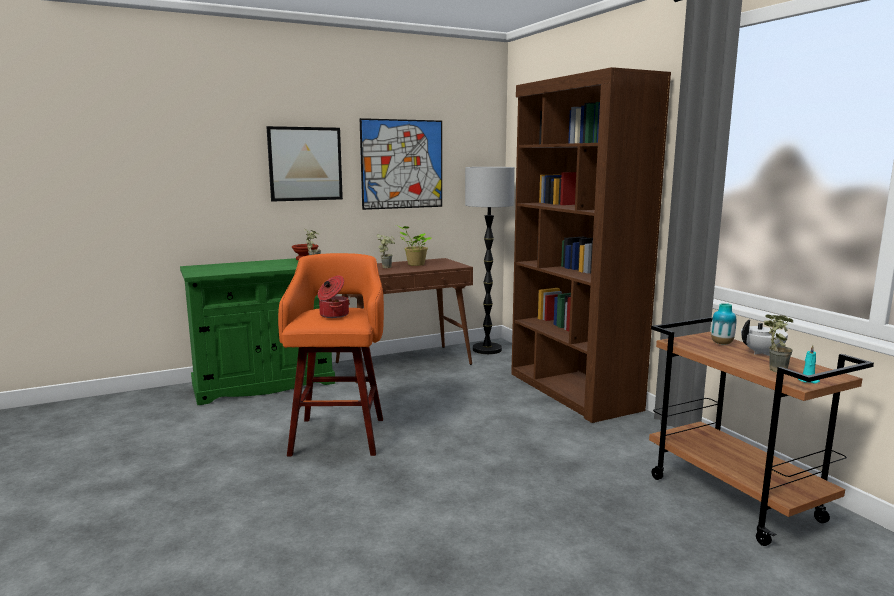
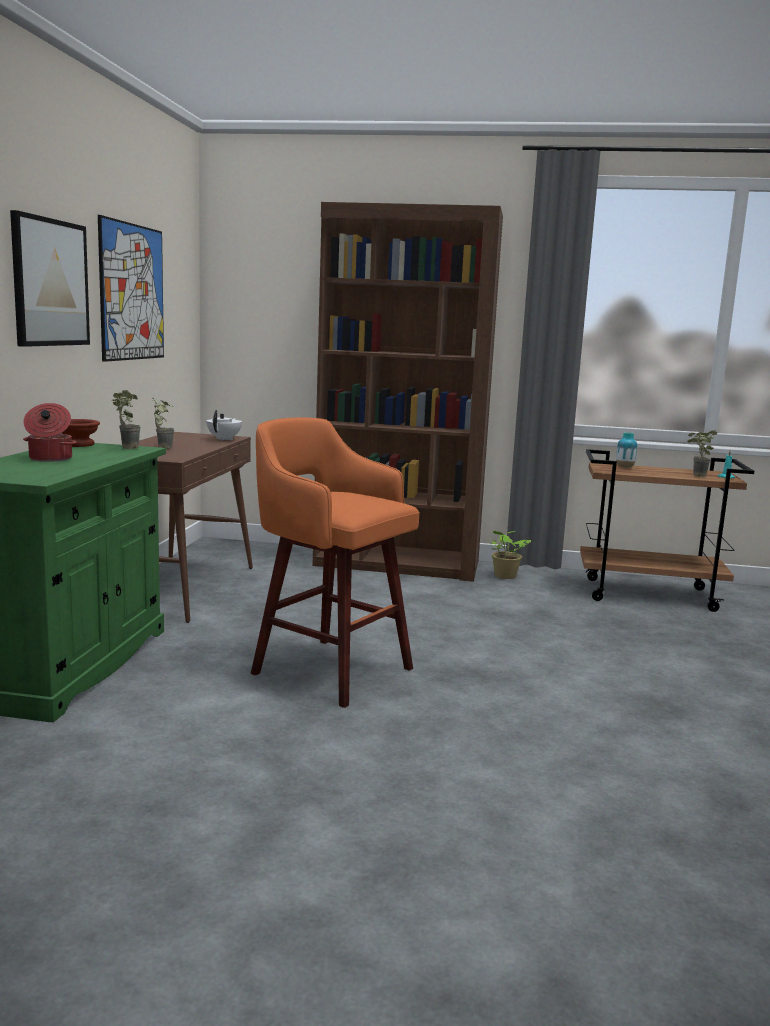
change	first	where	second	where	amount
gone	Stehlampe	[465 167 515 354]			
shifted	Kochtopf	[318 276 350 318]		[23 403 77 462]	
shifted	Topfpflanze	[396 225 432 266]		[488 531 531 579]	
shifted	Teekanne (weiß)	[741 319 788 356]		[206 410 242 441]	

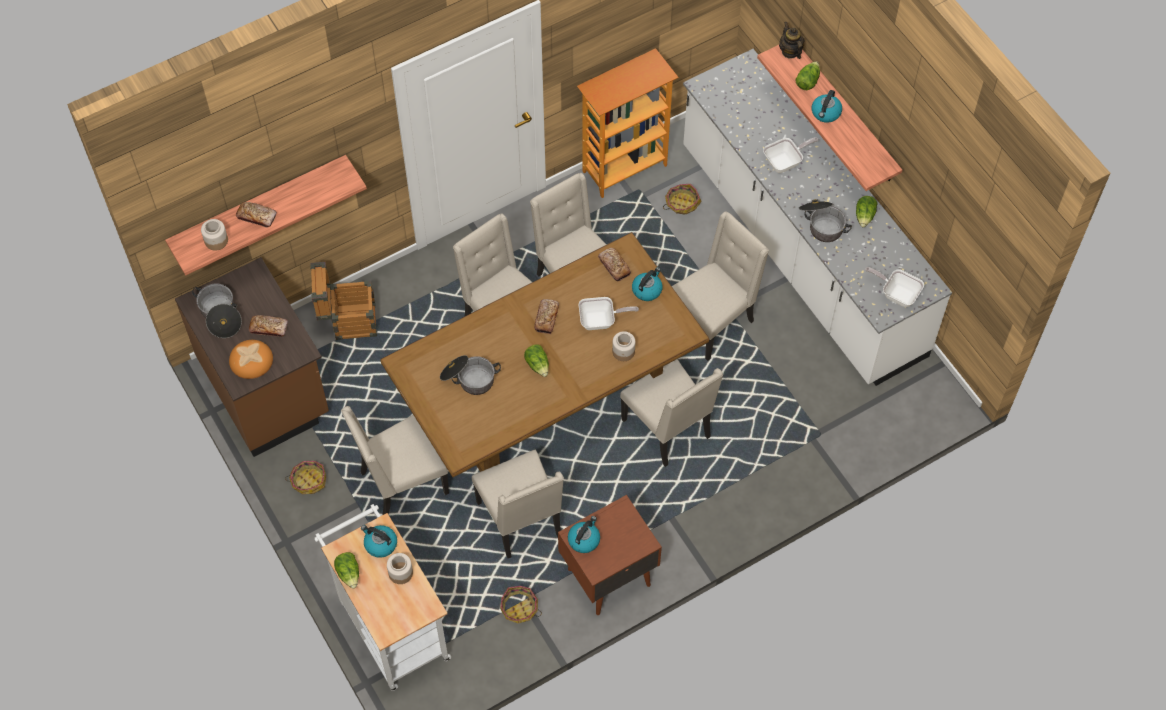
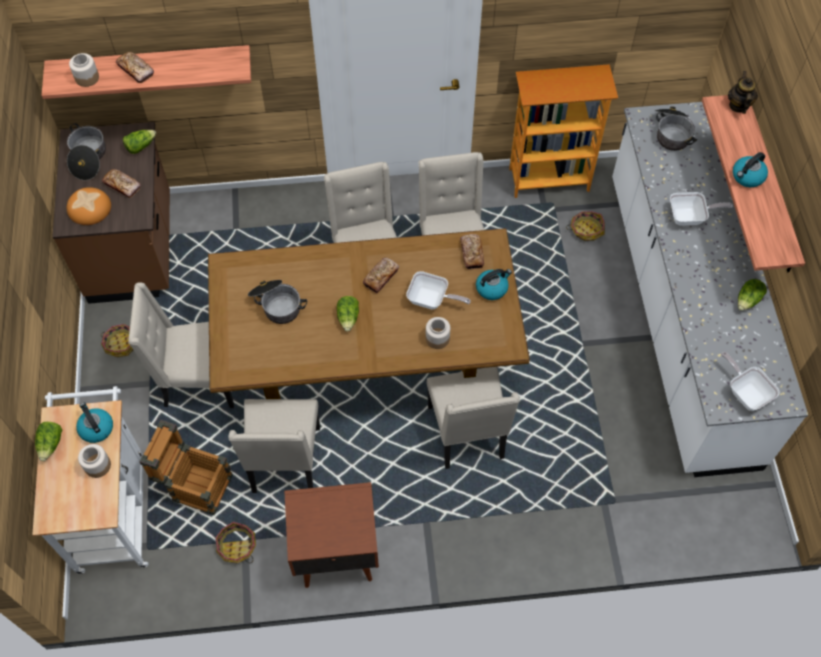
change	first	where	second	where	amount
gone	Wasserkessel	[568 516 600 553]			
gone	Stuhl (beige)	[672 211 769 361]			
shifted	Kiste	[310 262 377 340]		[139 420 233 515]	
shifted	Salatkopf	[796 61 820 90]		[123 130 156 154]	
shifted	Kochtopf	[799 199 852 242]		[655 106 697 151]	

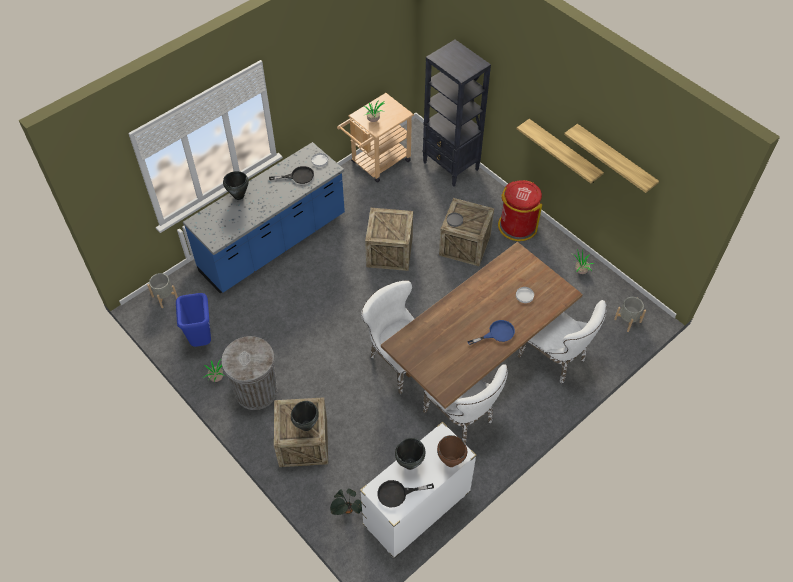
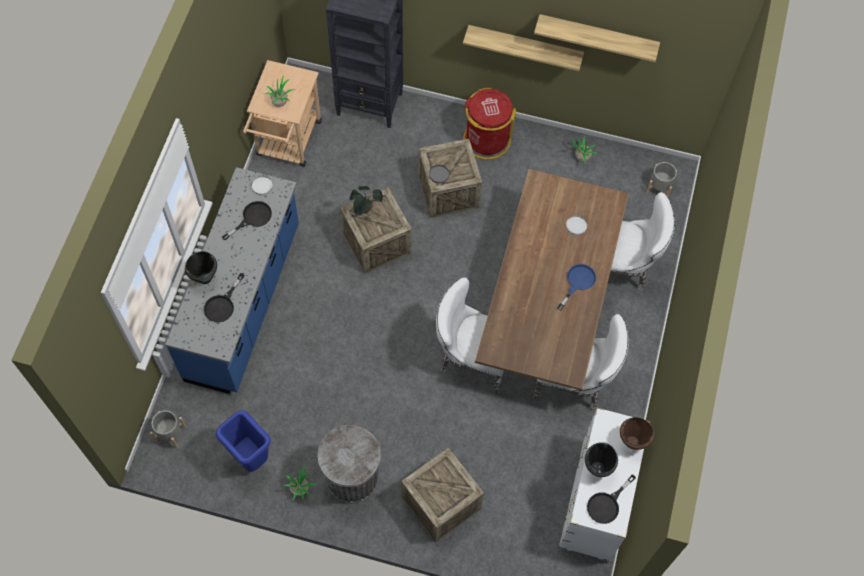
change	first	where	second	where	amount
gone	Kochtopf (schwarz)	[291 401 319 431]			
new			Pfanne (schwarz)	[204 273 244 322]	
shifted	Topfpflanze	[330 489 362 515]		[350 186 383 216]	

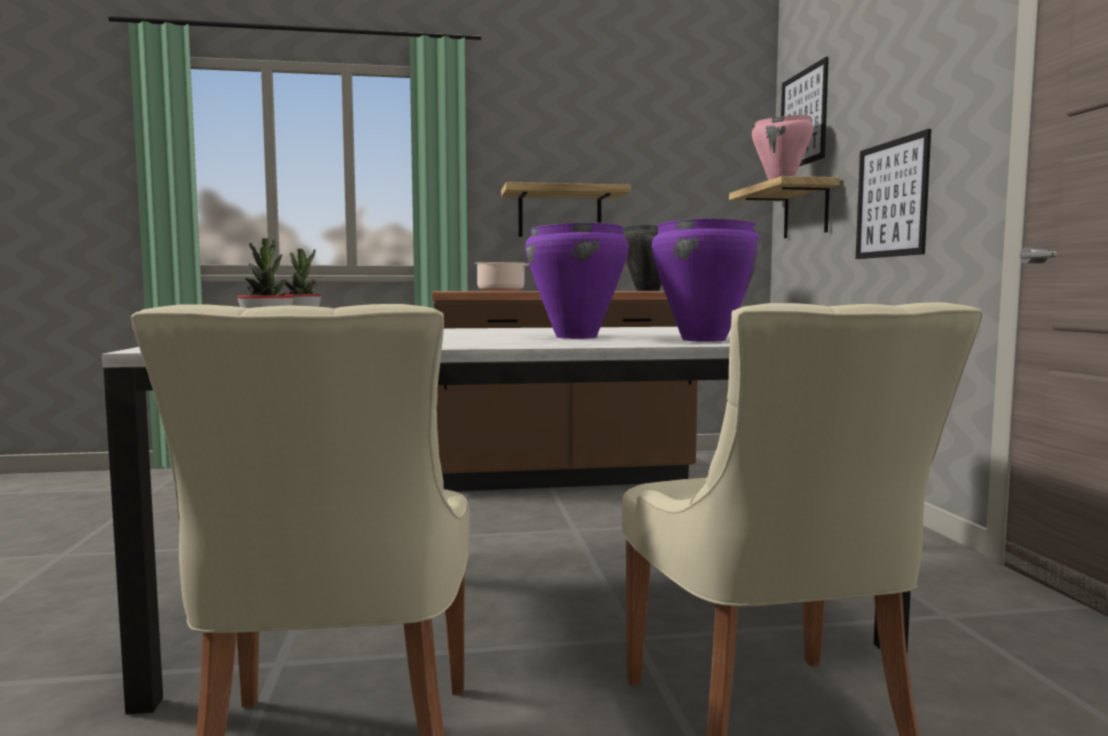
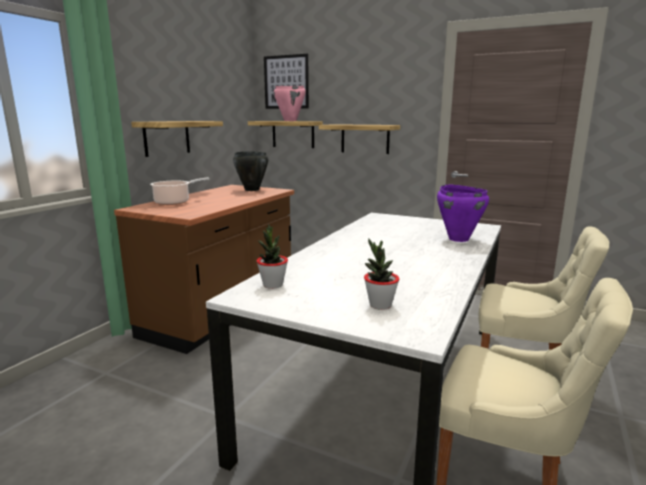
change	first	where	second	where	amount
gone	Kochtopf (lila)	[525 222 629 339]			
swapped	Bild	[856 129 931 259]	Wandregal	[319 124 400 154]	

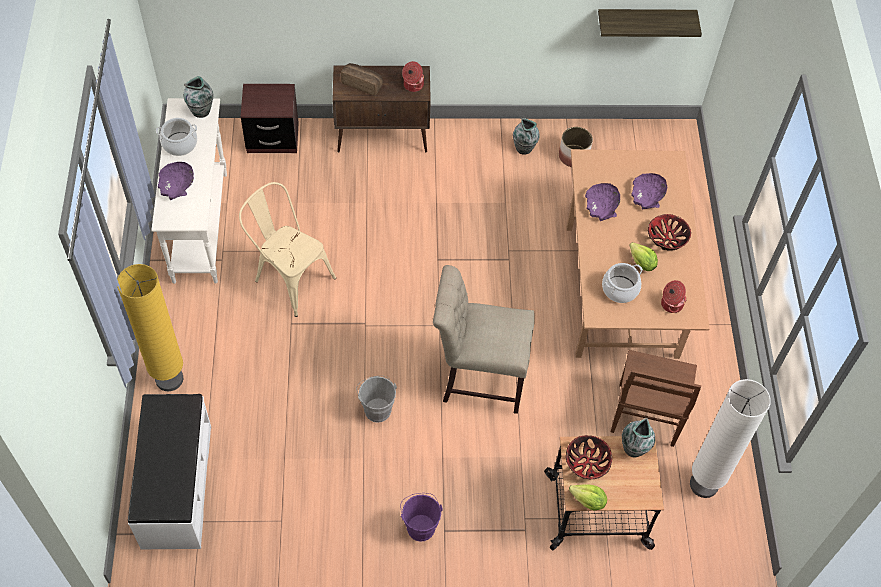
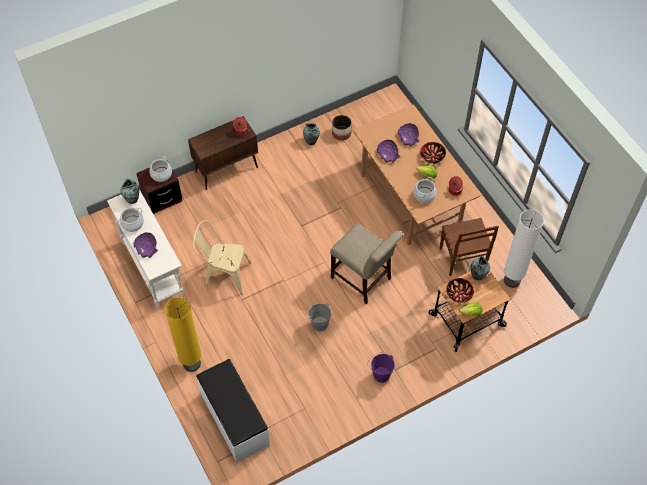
change	first	where	second	where	amount
gone	Brot	[341 63 383 96]			
gone	Wandregal	[598 9 702 37]			
new			Kochtopf	[149 157 172 182]	
rotated	Stuhl (beige)	[433 265 535 414]		[330 223 403 304]	120 degrees counterclockwise

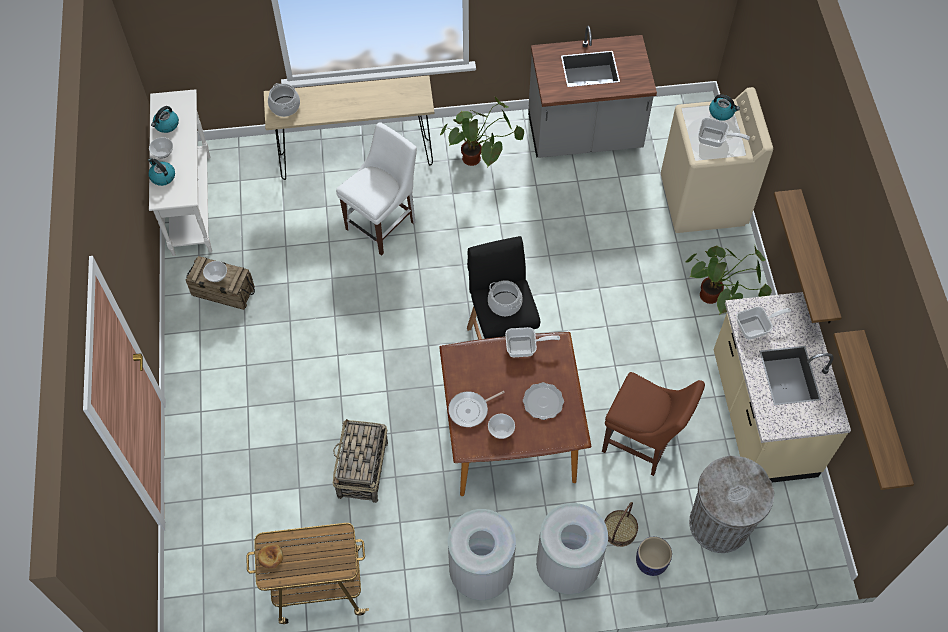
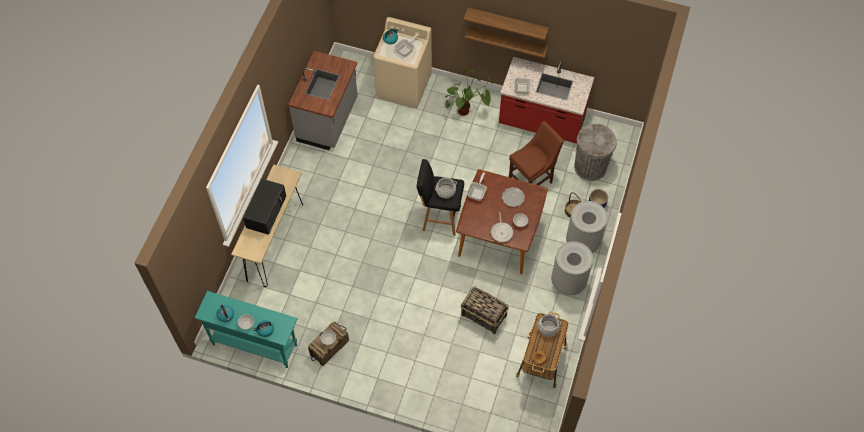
change	first	where	second	where	amount
gone	Stuhl (weiß)	[336 122 417 256]			
gone	Topfpflanze	[440 97 524 167]			
new			Mikrowelle (schwarz)	[243 179 286 235]	
shifted	Kochtopf	[268 83 300 117]		[537 314 562 337]	
shifted	Wandregal	[833 330 914 490]		[463 7 549 41]	
repainted	Konsolentisch (weiß)	[149 89 212 256]	Konsolentisch (türkis)	[194 291 298 368]	
repainted	Küchenzeile (beige)	[714 292 851 483]	Küchenzeile (rot)	[499 57 594 143]	

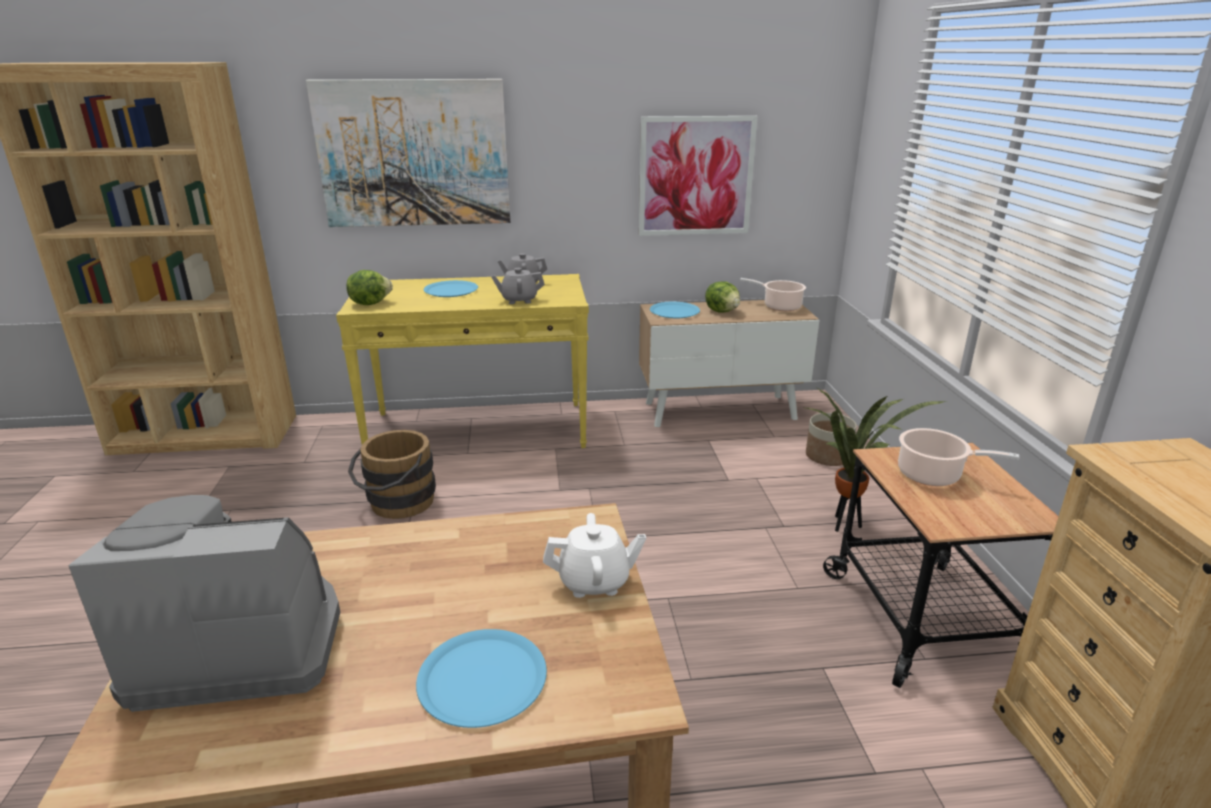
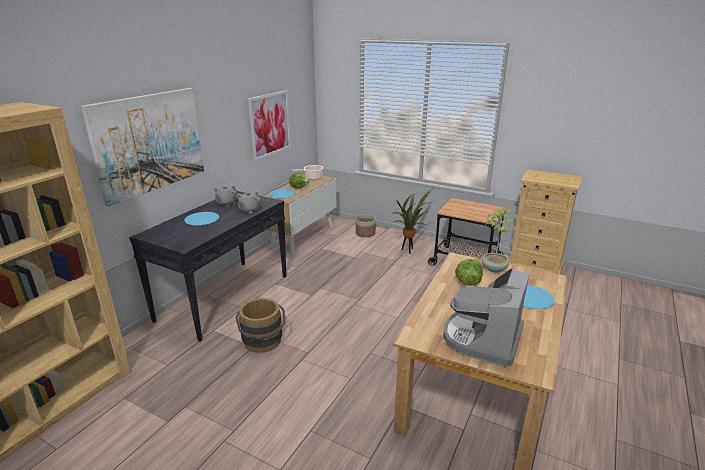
change	first	where	second	where	amount
gone	Kochtopf	[898 428 1019 486]			
shifted	Salatkopf	[346 270 393 305]		[455 259 483 286]	
swapped	Teekanne (weiß)	[543 513 646 598]	Topfpflanze	[482 208 520 273]	
repainted	Konsolentisch (gelb)	[336 274 589 448]	Konsolentisch (schwarz)	[129 191 287 342]	

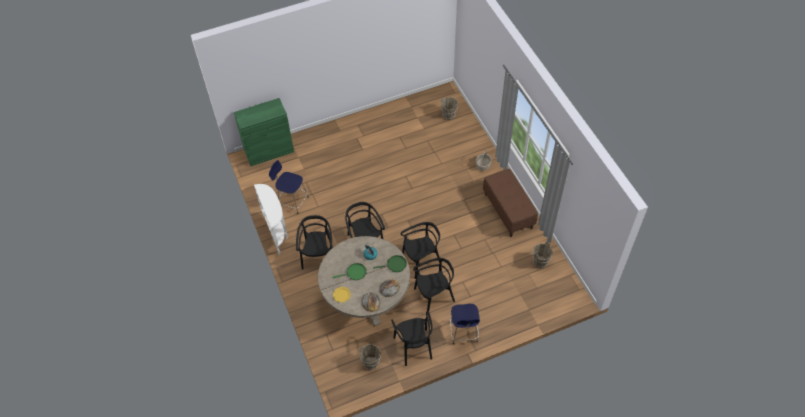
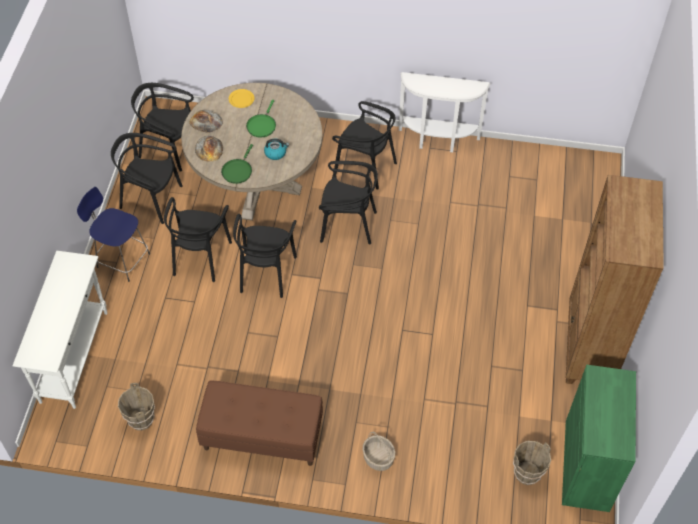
change	first	where	second	where	amount
gone	Hocker (blau)	[269 160 308 214]			
new			Konsolentisch (weiß)	[13 251 108 409]	
new			Bücherregal (braun)	[566 175 664 384]	
shifted	Schrank (grün)	[234 98 294 166]		[562 365 636 512]	
swapped	Eimer (braun)	[360 344 381 370]	Stuhl (schwarz)	[131 83 194 172]	

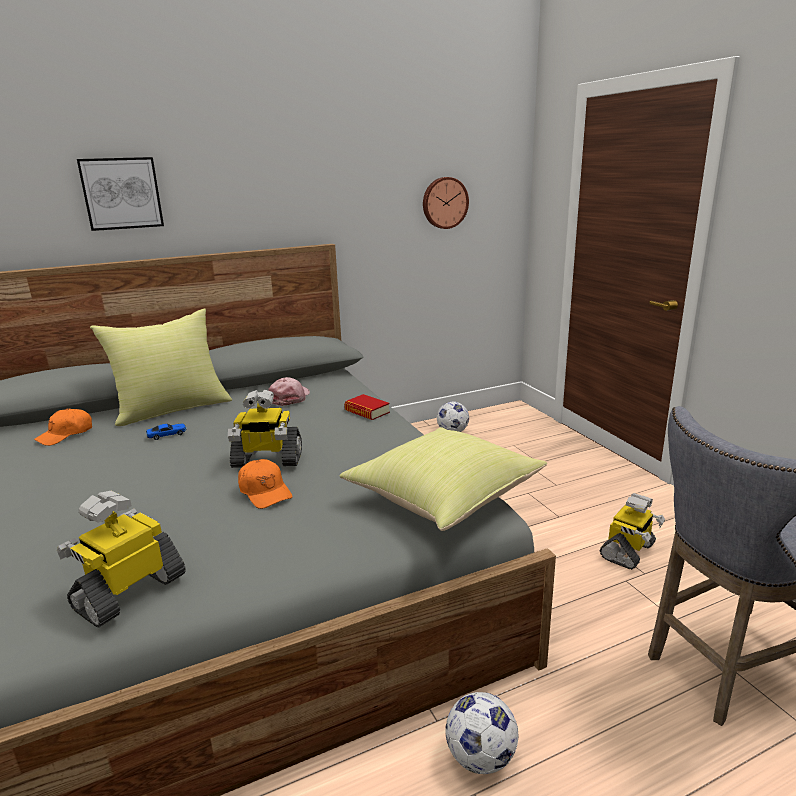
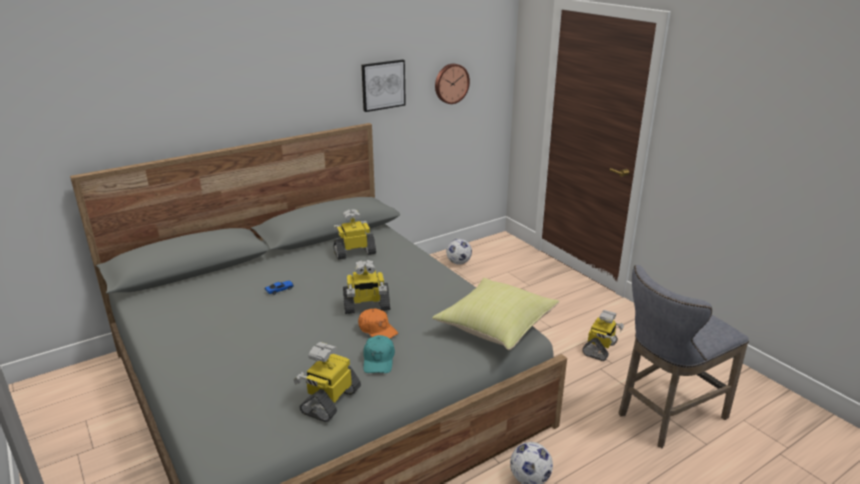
change	first	where	second	where	amount
gone	Kappe (orange)	[34 408 92 446]			
gone	Kissen (gelb)	[90 308 232 426]			
gone	Buch	[344 394 390 420]			
new			Kappe (türkis)	[363 335 395 373]	
shifted	Bild	[77 157 164 231]		[361 60 406 112]	
swapped	Kappe (rosa)	[268 377 310 406]	Spielzeugroboter	[333 209 376 260]	

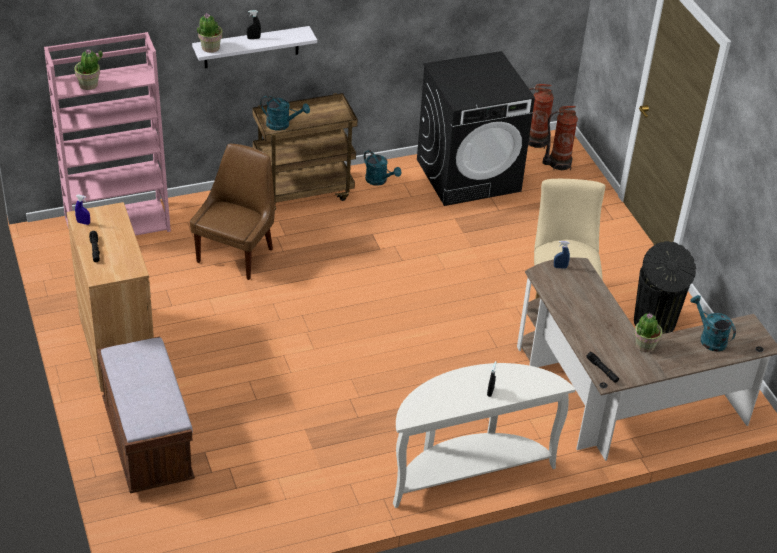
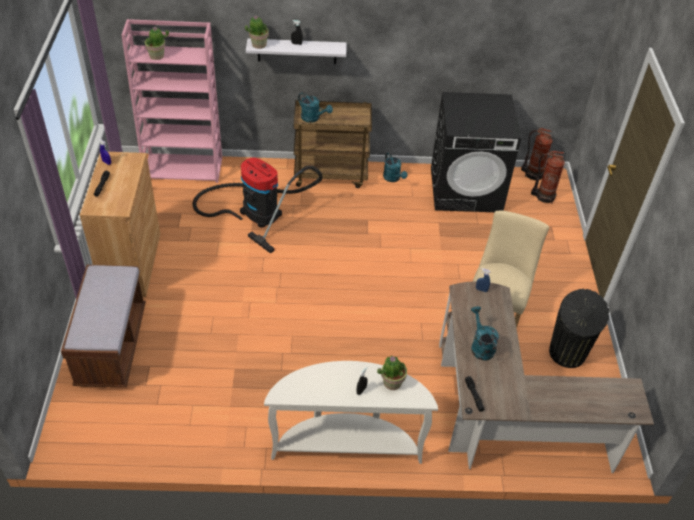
change	first	where	second	where	amount
shifted	Topfpflanze	[634 313 662 353]		[377 356 407 390]	
shifted	Gießkanne (türkis)	[690 295 736 352]		[471 306 499 361]	
swapped	Stuhl (braun)	[190 144 275 280]	Staubsauger	[192 158 323 253]	

